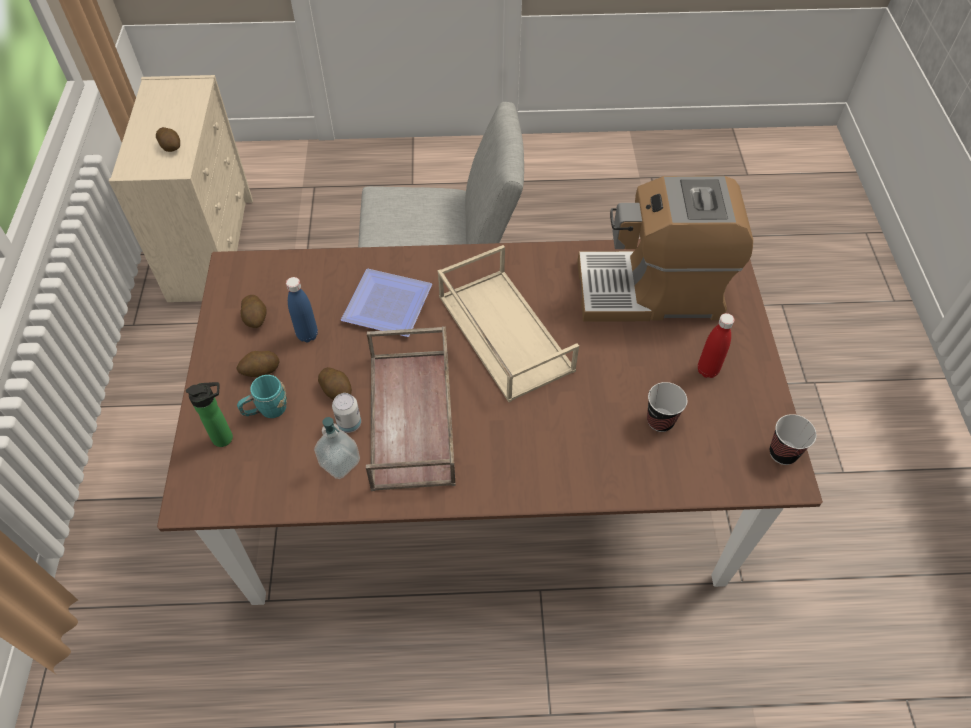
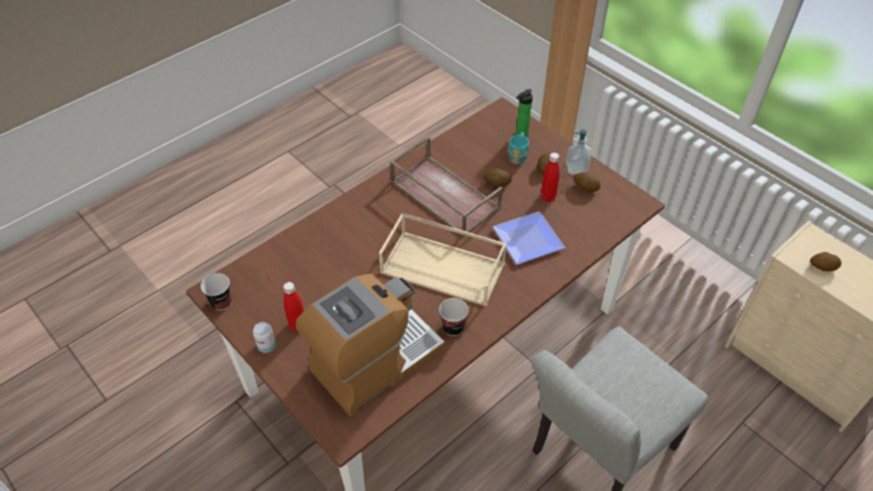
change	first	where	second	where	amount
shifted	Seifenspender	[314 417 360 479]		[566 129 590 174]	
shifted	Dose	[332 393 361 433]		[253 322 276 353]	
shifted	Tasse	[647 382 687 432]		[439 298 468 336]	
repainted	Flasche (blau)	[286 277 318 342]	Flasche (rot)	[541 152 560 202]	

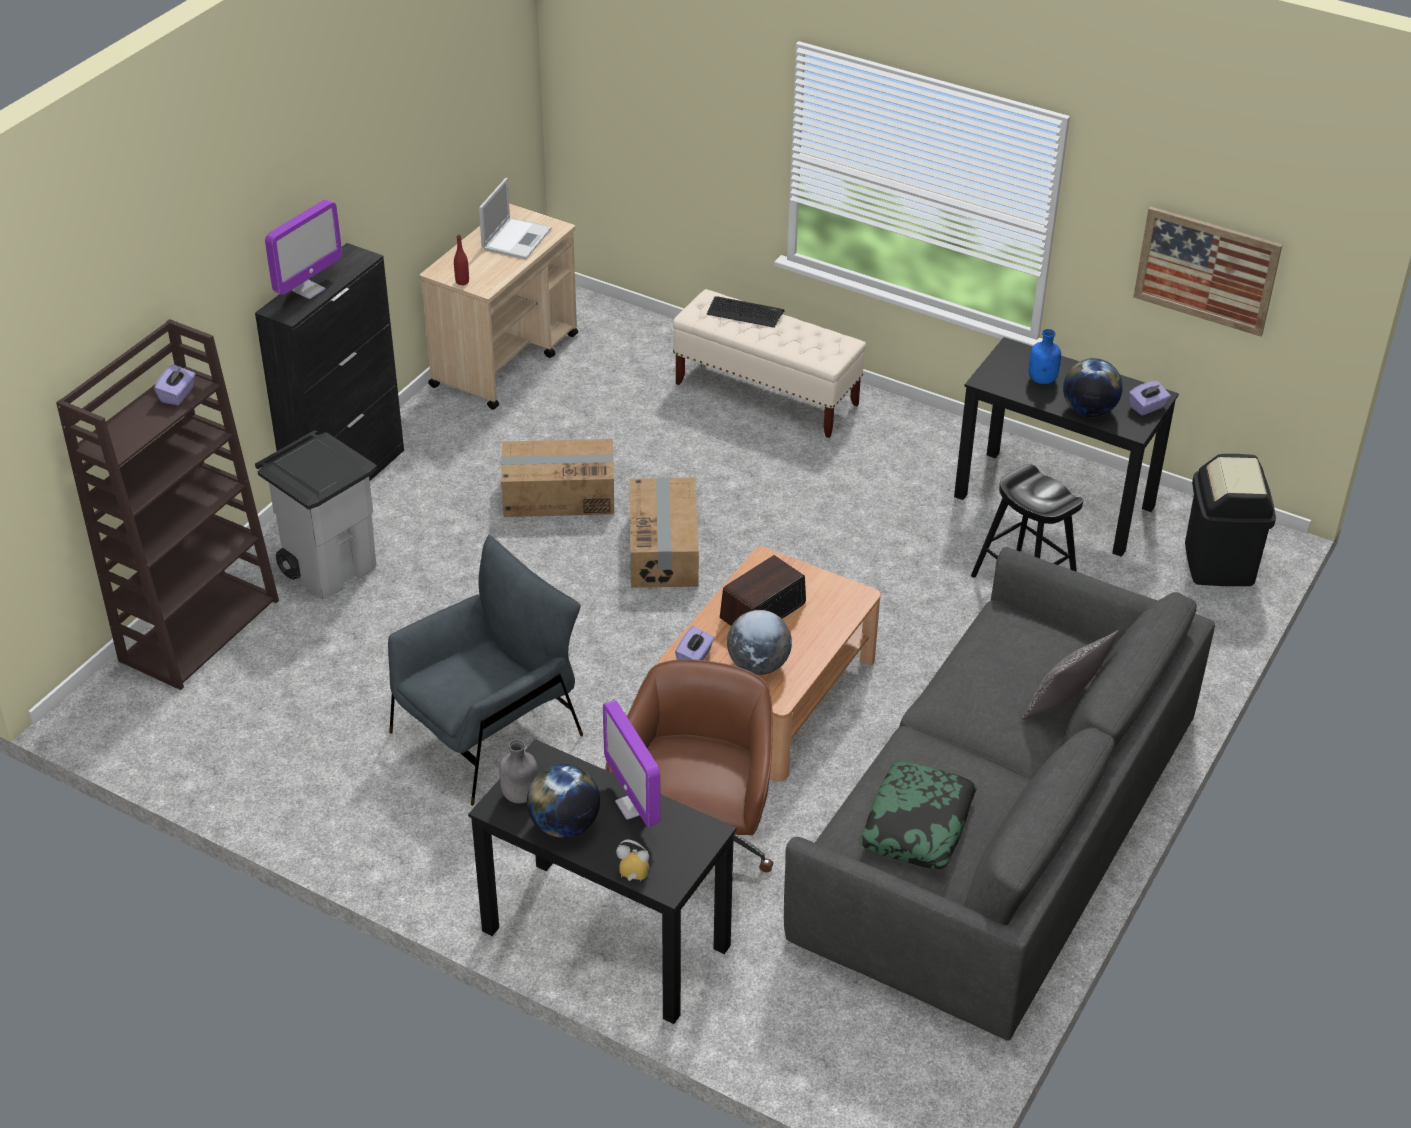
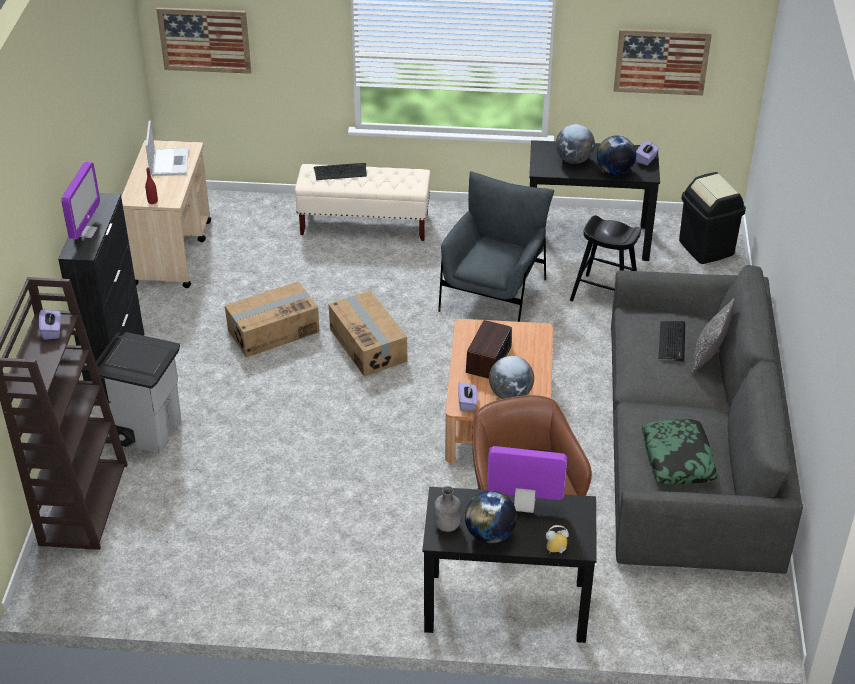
change	first	where	second	where	amount
new			Bild	[156 7 251 74]	
new			Tastatur	[659 321 685 362]	
shifted	Sessel (grau)	[388 535 583 806]		[438 171 554 322]	
swapped	Flasche (blau)	[1029 329 1061 384]	Globus	[556 124 595 164]	
rotated	Monitor	[603 700 661 827]		[487 446 567 513]	150 degrees clockwise

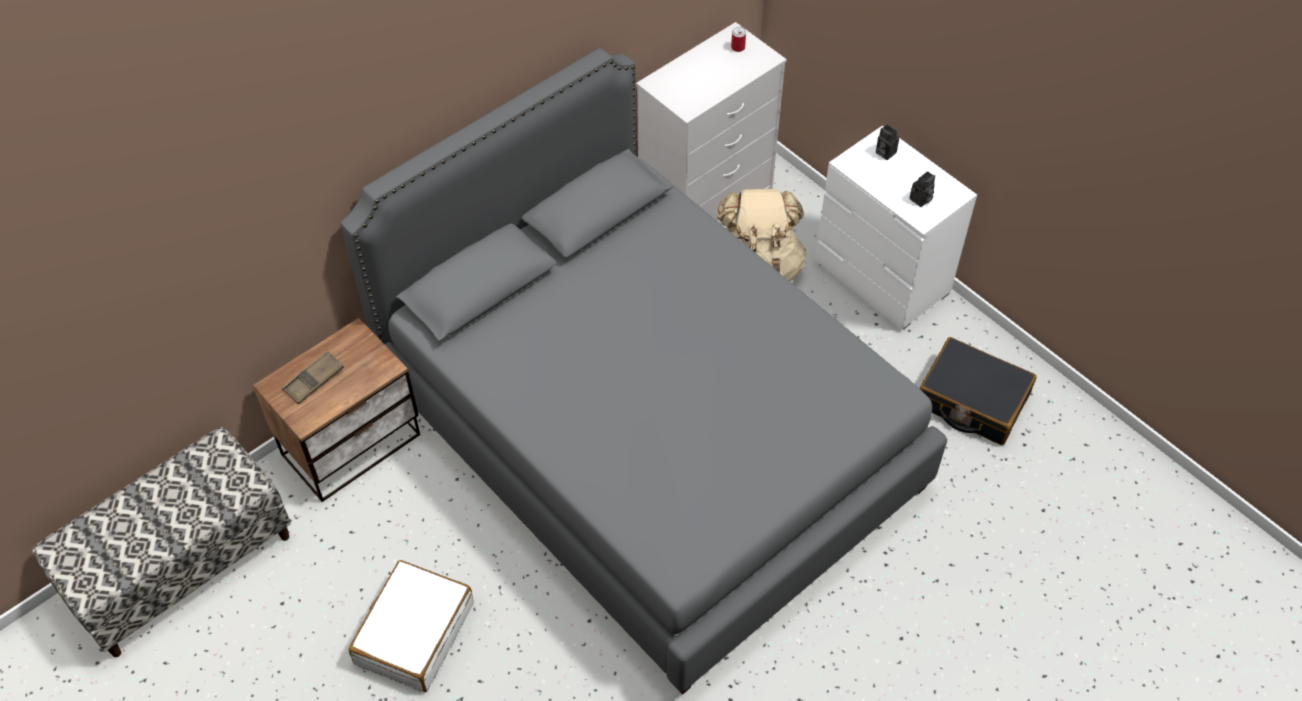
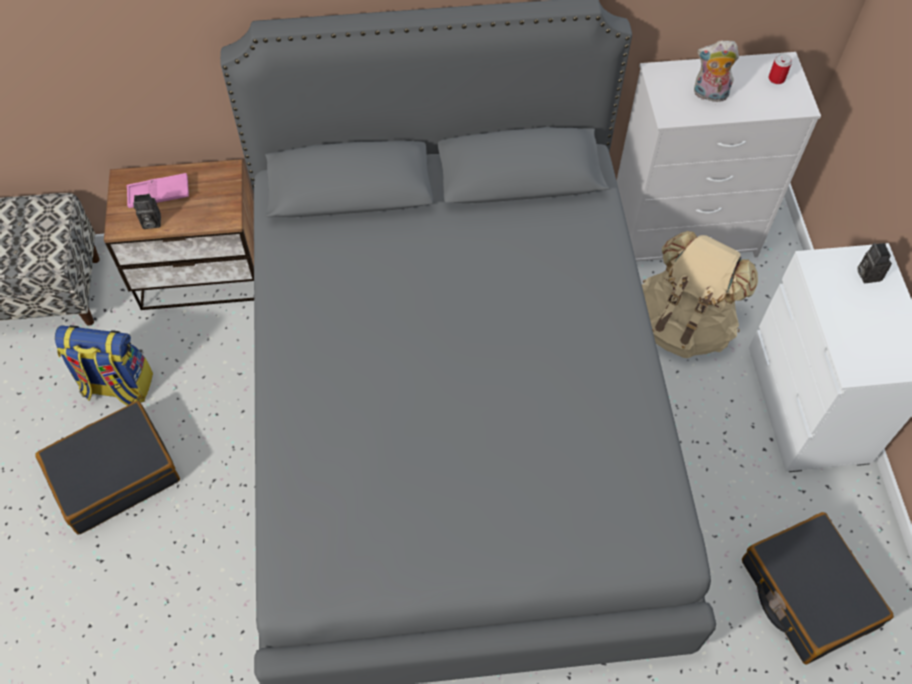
change	first	where	second	where	amount
new			Rucksack	[55 325 153 406]	
new			Plüschtier	[694 40 739 102]	
shifted	Kamera	[910 171 935 207]		[133 194 161 229]	
repainted	Tablett (braun)	[282 351 344 404]	Tablett (rosa)	[127 173 189 208]	
repainted	Koffer (weiß)	[349 560 474 693]	Koffer (schwarz)	[35 401 180 534]	

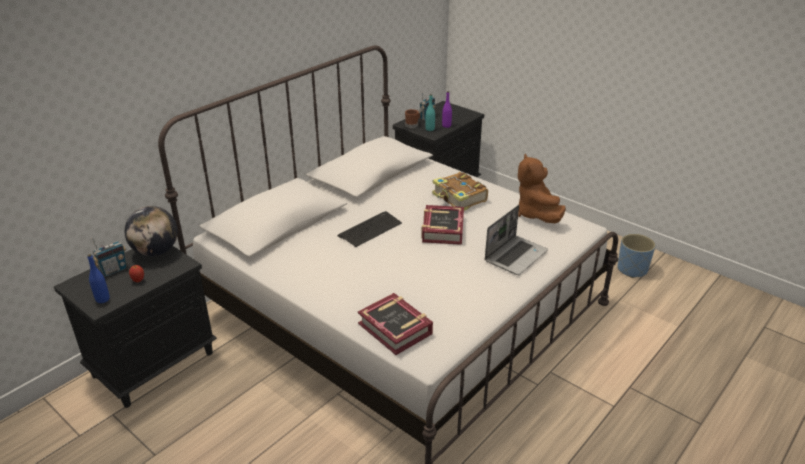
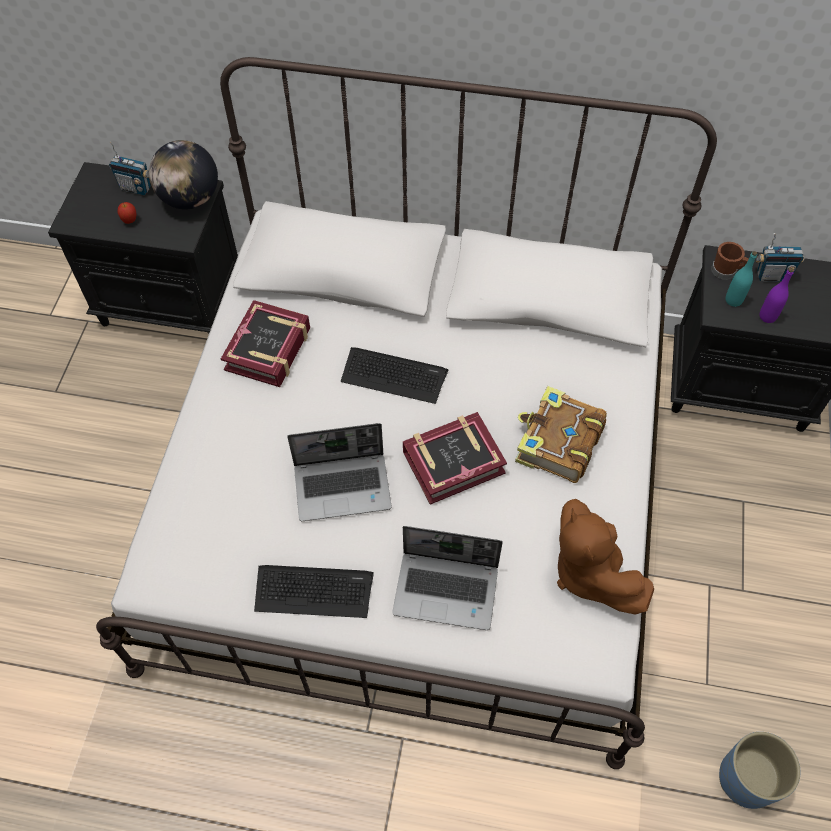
change	first	where	second	where	amount
gone	Flasche (blau)	[87 254 110 303]			
new			Tastatur	[254 565 374 618]	
new			Laptop	[287 423 392 521]	
shifted	Buch	[358 293 433 355]		[221 300 310 387]	
rotated	Plüschtier (braun)	[518 153 566 223]		[557 499 654 615]	75 degrees counterclockwise

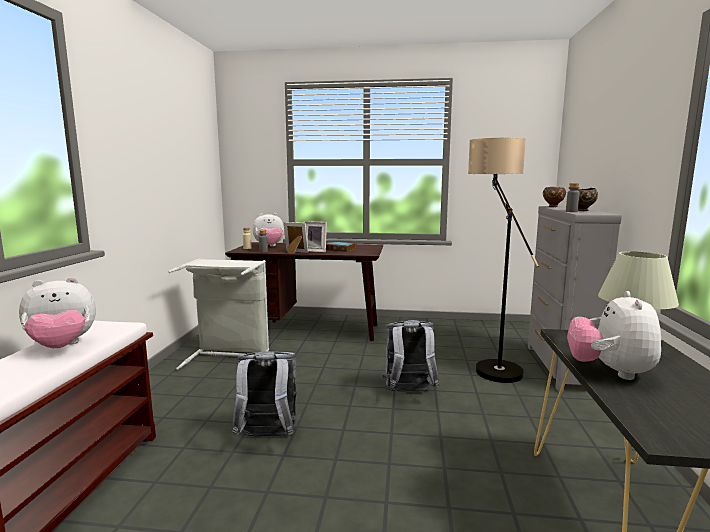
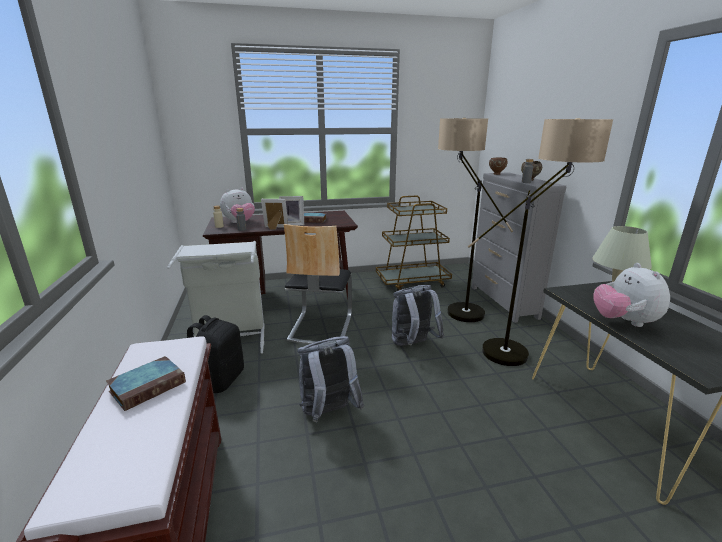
change	first	where	second	where	amount
new			Rucksack (schwarz)	[187 315 244 393]	
new			Stuhl	[284 224 352 345]	
new			Rollwagen (braun)	[376 195 452 291]	
new			Stehlampe	[468 118 613 366]	
swapped	Plüschtier	[19 277 96 348]	Buch	[106 356 186 411]	

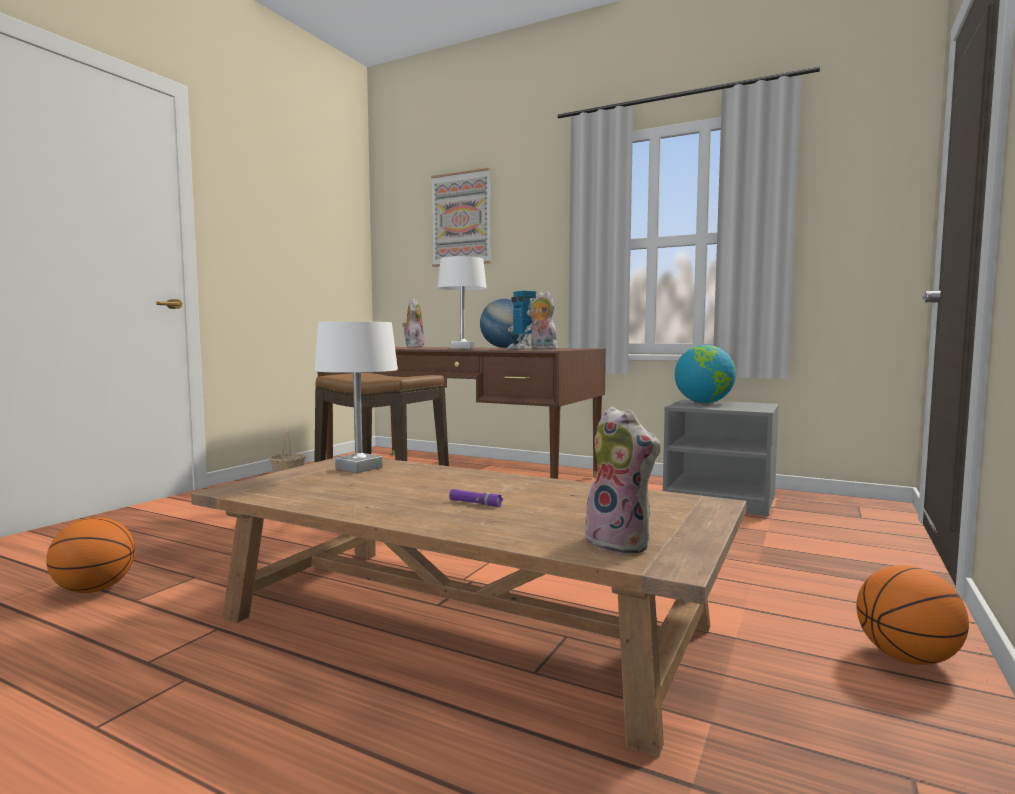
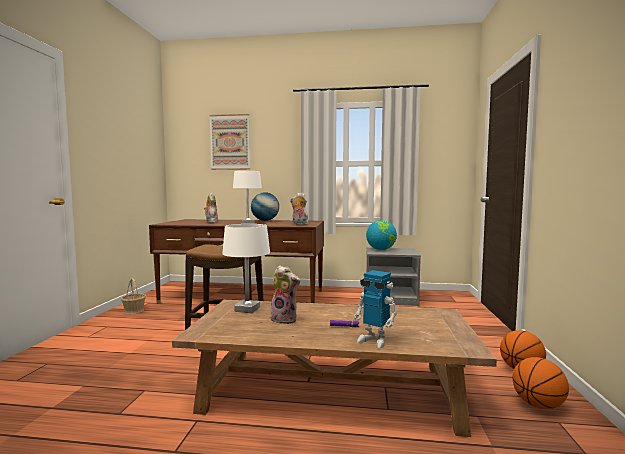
change	first	where	second	where	amount
shifted	Basketball	[46 517 135 593]		[512 357 569 409]	
shifted	Spielzeugroboter	[507 291 536 349]		[354 270 397 349]	
shifted	Plüschtier	[577 406 661 554]		[270 265 300 324]	

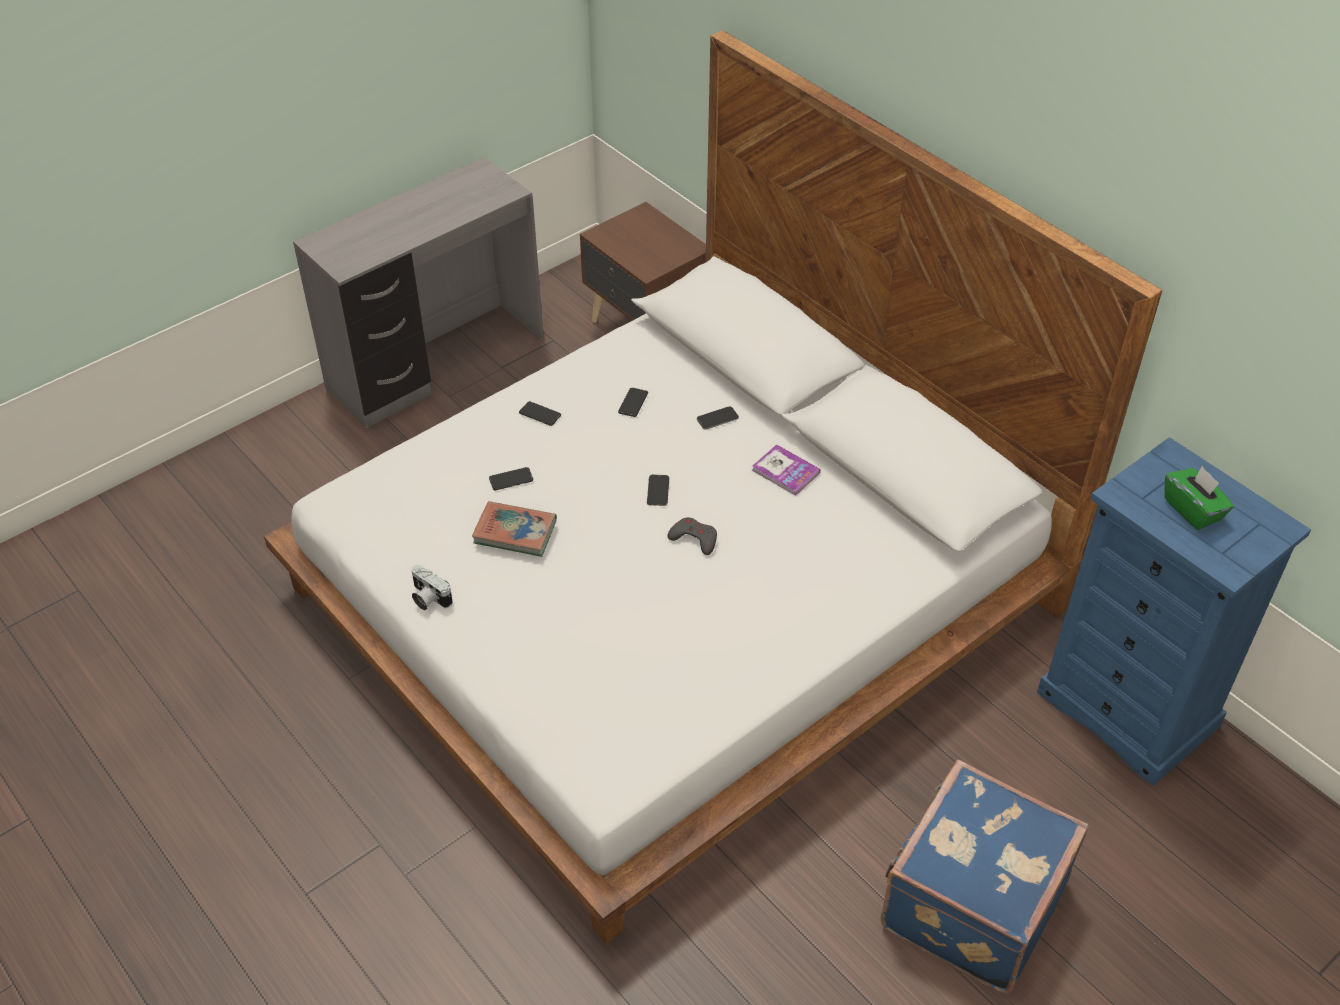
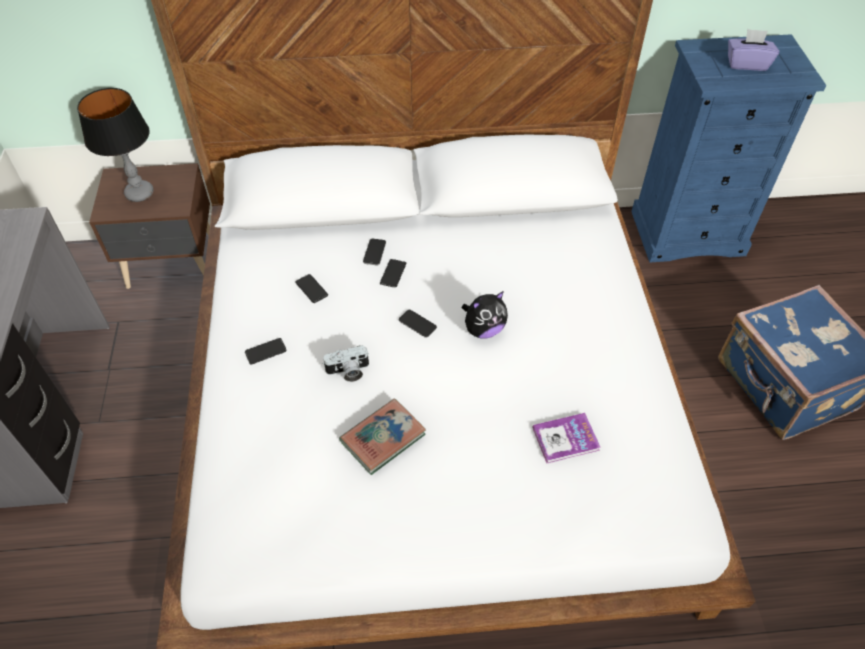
change	first	where	second	where	amount
new			Tischlampe	[77 88 154 202]	
shifted	Kamera	[411 565 453 610]		[322 346 370 382]	
shifted	Handy	[489 467 533 490]		[380 259 406 288]	
shifted	Buch	[752 444 820 496]		[532 413 601 463]	
swapped	Gamepad (grau)	[668 517 717 555]	Plüschtier	[462 291 508 339]	
repainted	Taschentuchbox (grün)	[1165 466 1234 530]	Taschentuchbox (lila)	[728 29 779 71]	

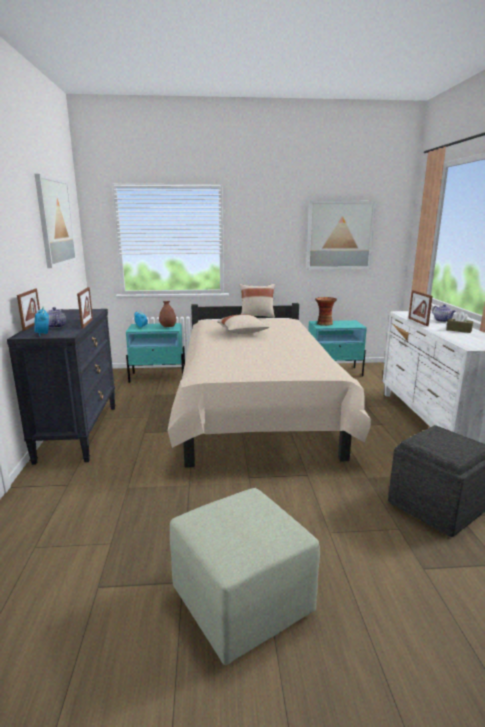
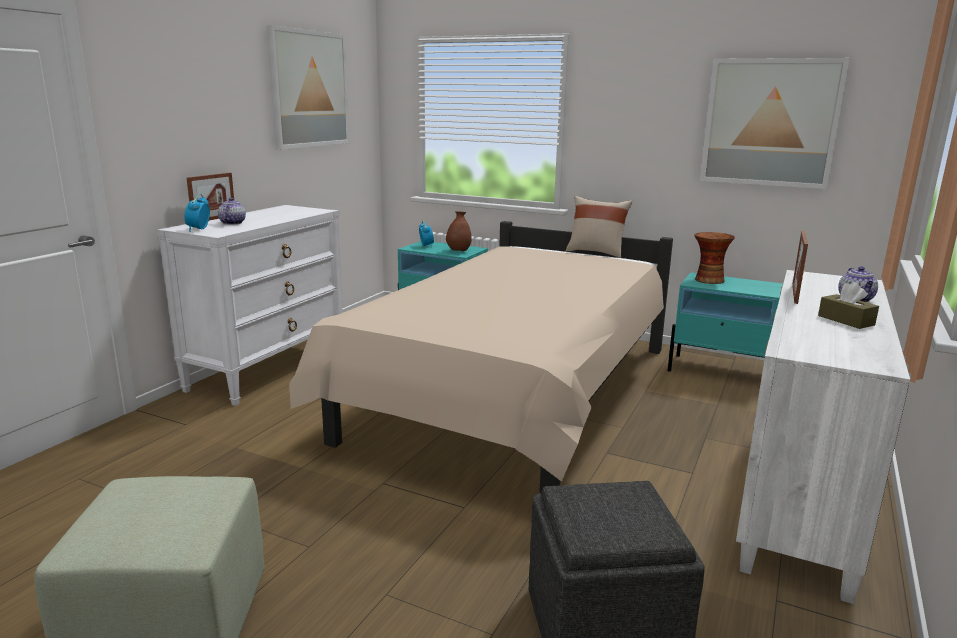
change	first	where	second	where	amount
gone	Bilderrahmen	[77 287 93 329]			
gone	Kissen (beige)	[217 314 269 334]			
repainted	Kommode (schwarz)	[7 309 116 465]	Kommode (weiß)	[157 205 343 406]	

